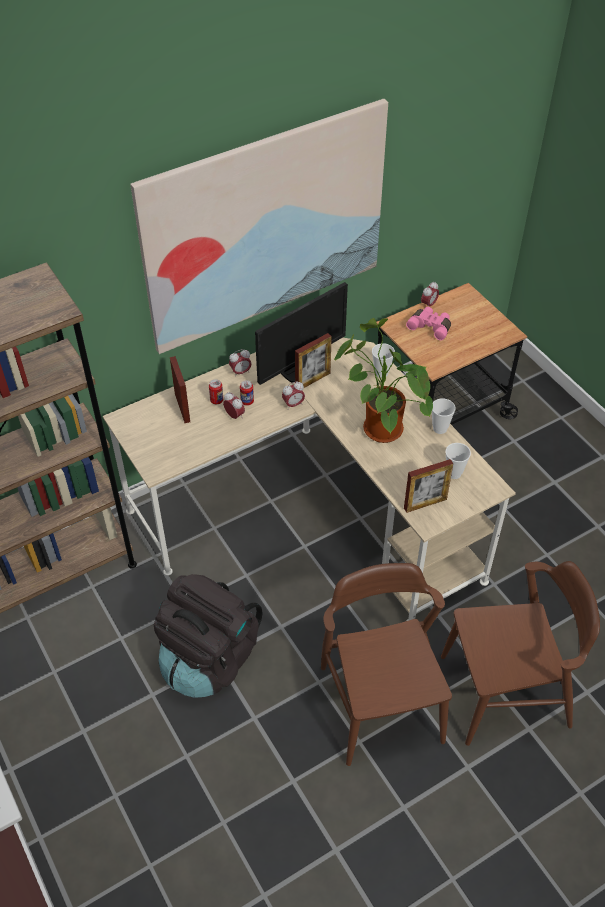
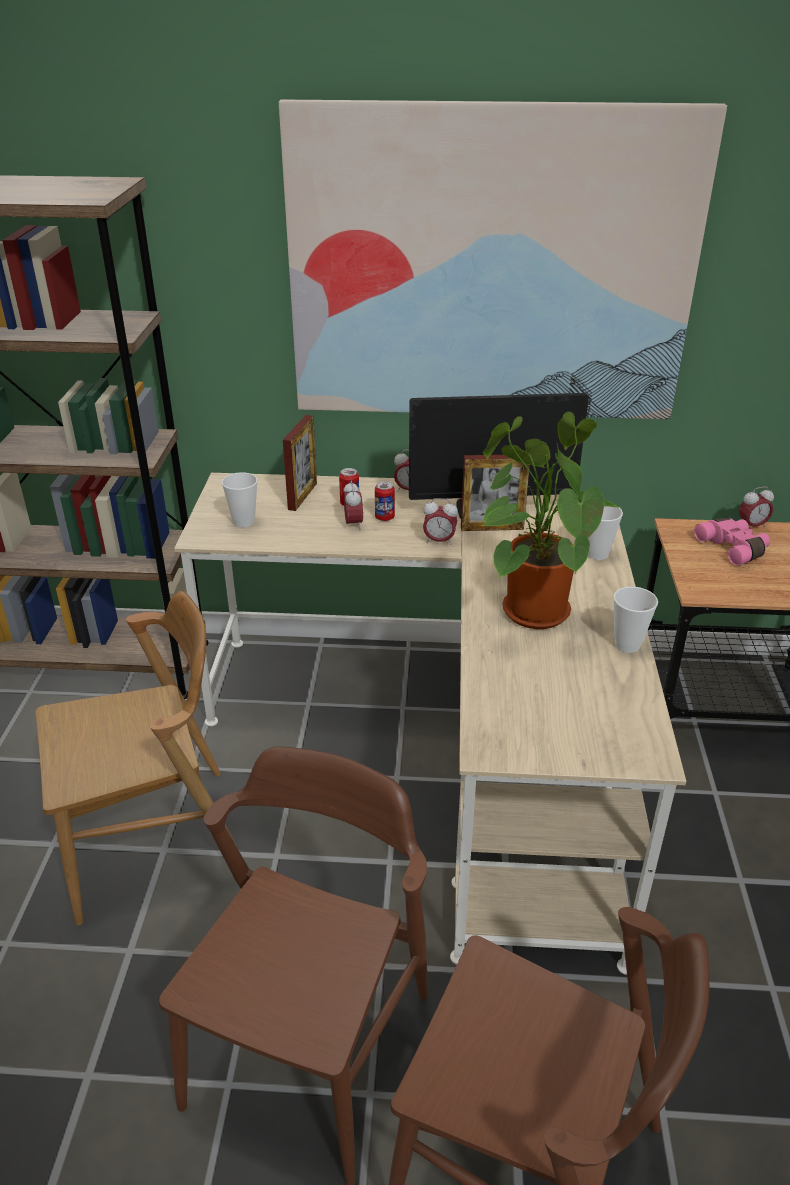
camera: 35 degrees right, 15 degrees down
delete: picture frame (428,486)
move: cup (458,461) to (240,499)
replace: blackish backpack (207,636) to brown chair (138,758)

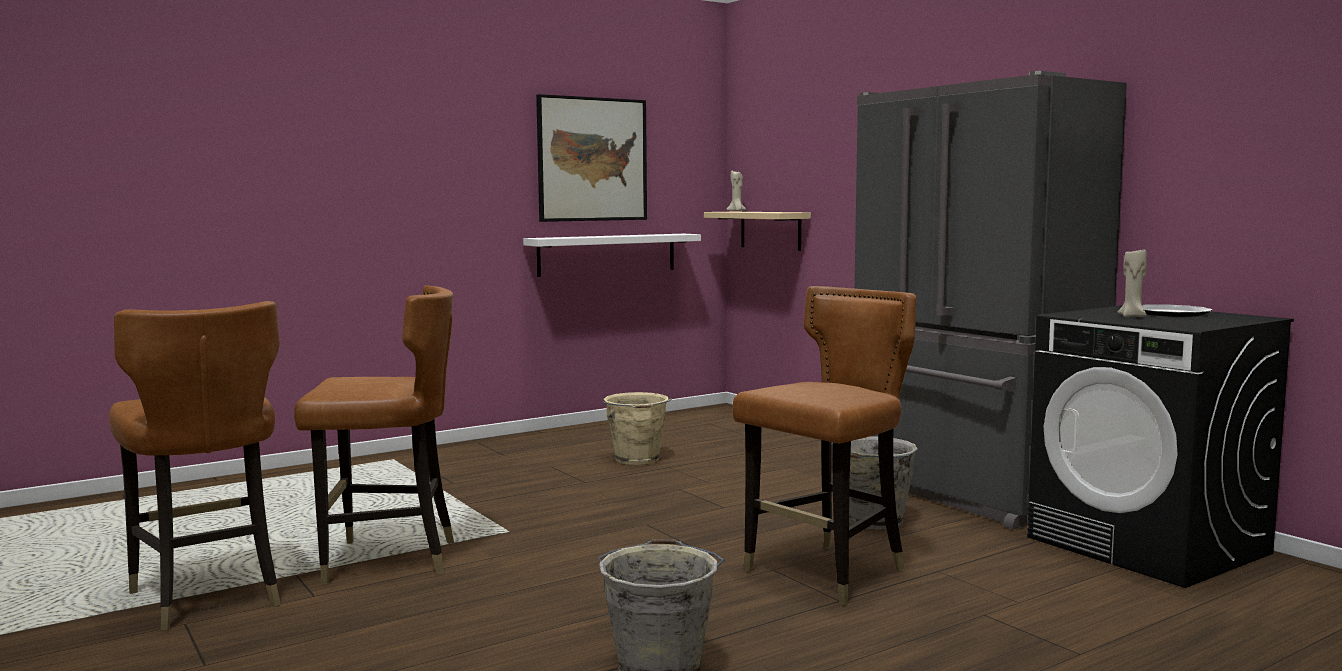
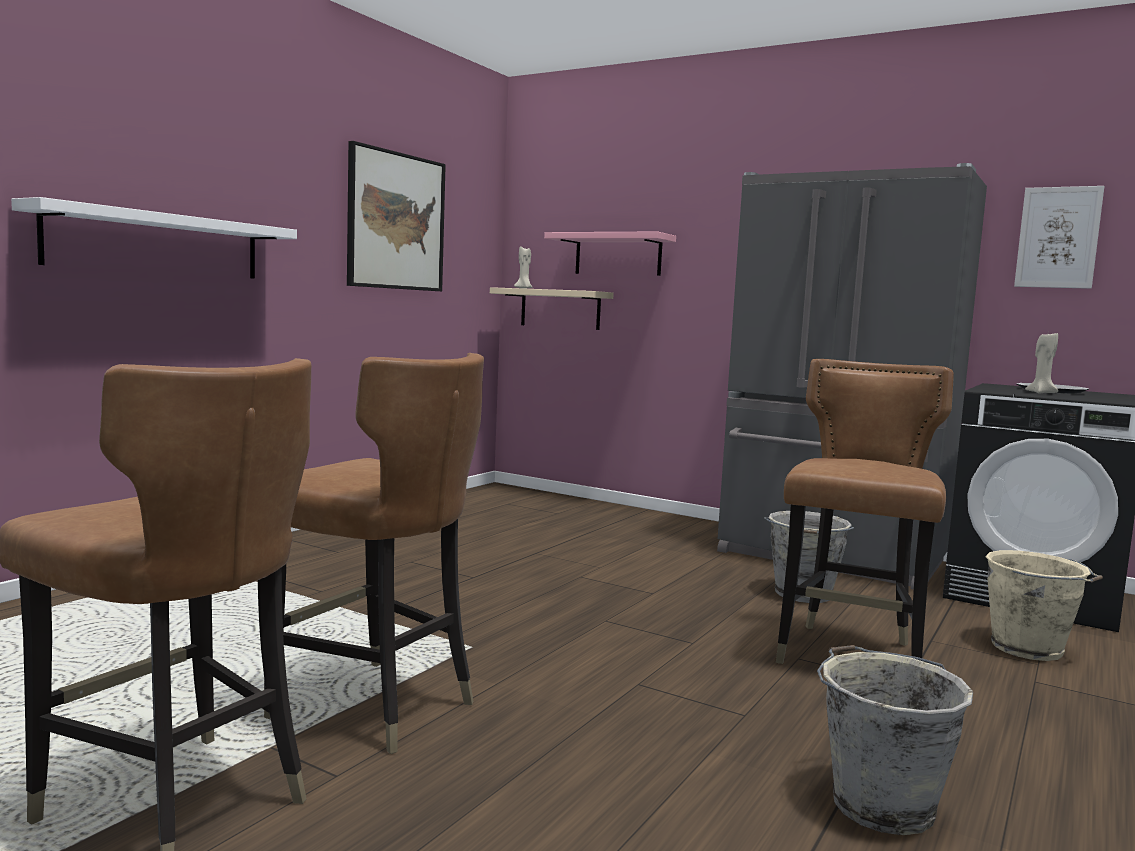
camera: 25 degrees left, 0 degrees up
insert: pink-coloured wall shelf (610,254); wall art (1059,237)
move: white wall shelf (612,255) to (154,238); beige-coloured water bucket (637,428) to (1044,605)
rotate: brown chair (374,435) = (374,553) 60 degrees clockwise

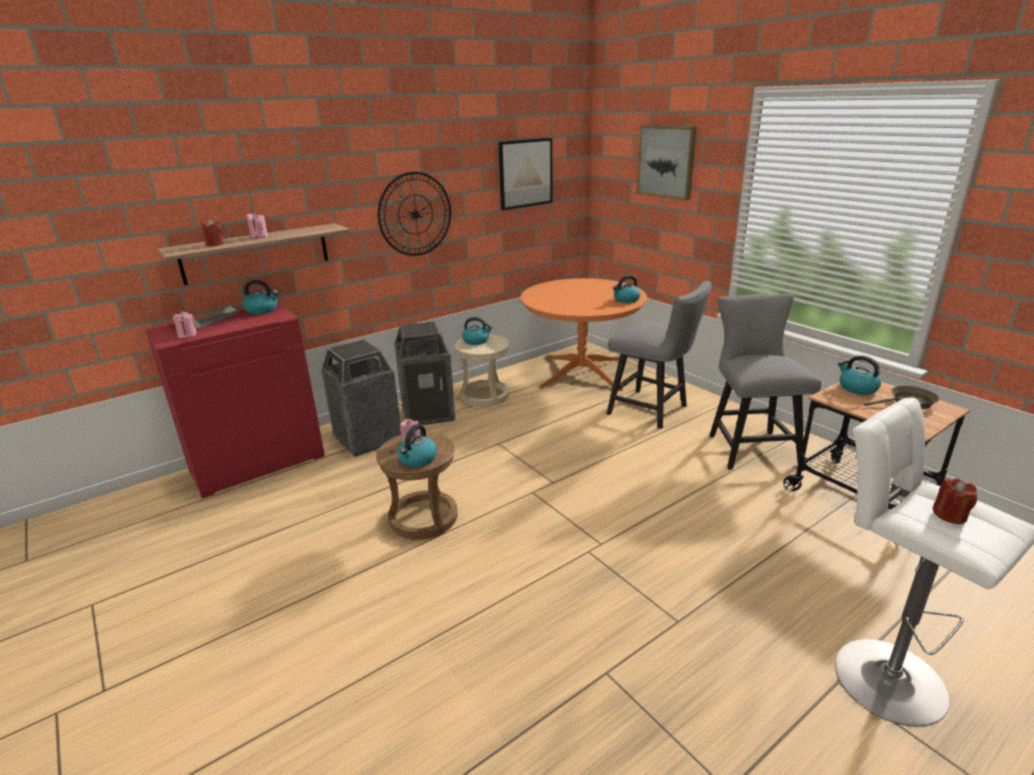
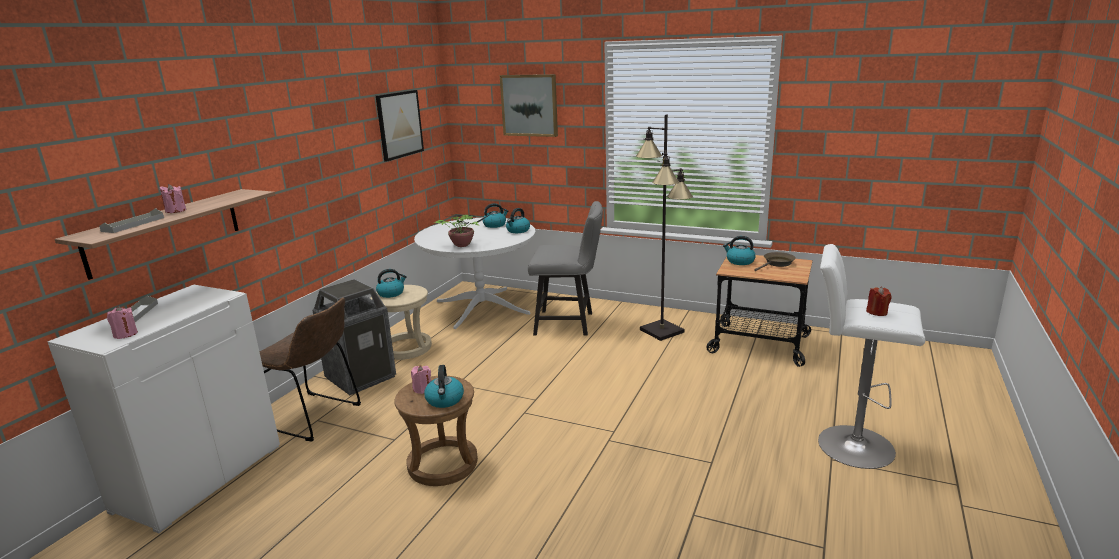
camera: 30 degrees left, 5 degrees down
delete: hanging clock (414,214)
insert: potted plant (464,229)
move: tea kettle (260,297) to (495,215)
replace: reddish wax light (212,232) to greyish carrying tray (131,220); trash can (361,398) to brown chair (310,370); greyish chair (765,382) to blackish standing lamp (664,227)
recolor: reddish cupboard (235,400) to white cupboard (163,409); orange-coloured dinner table (583,334) to white dinner table (475,273)

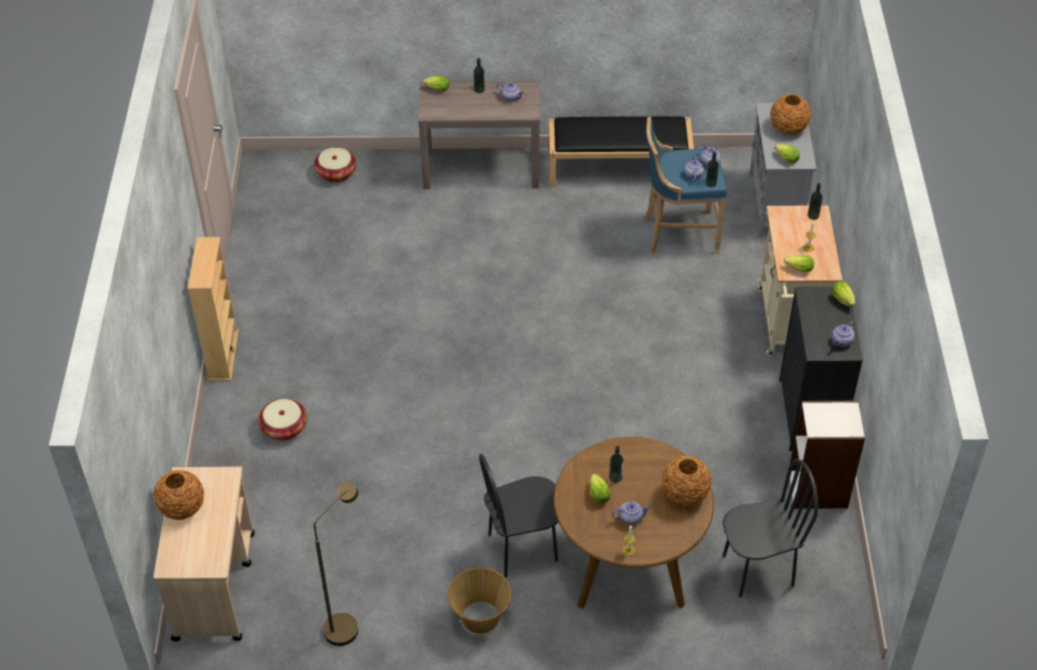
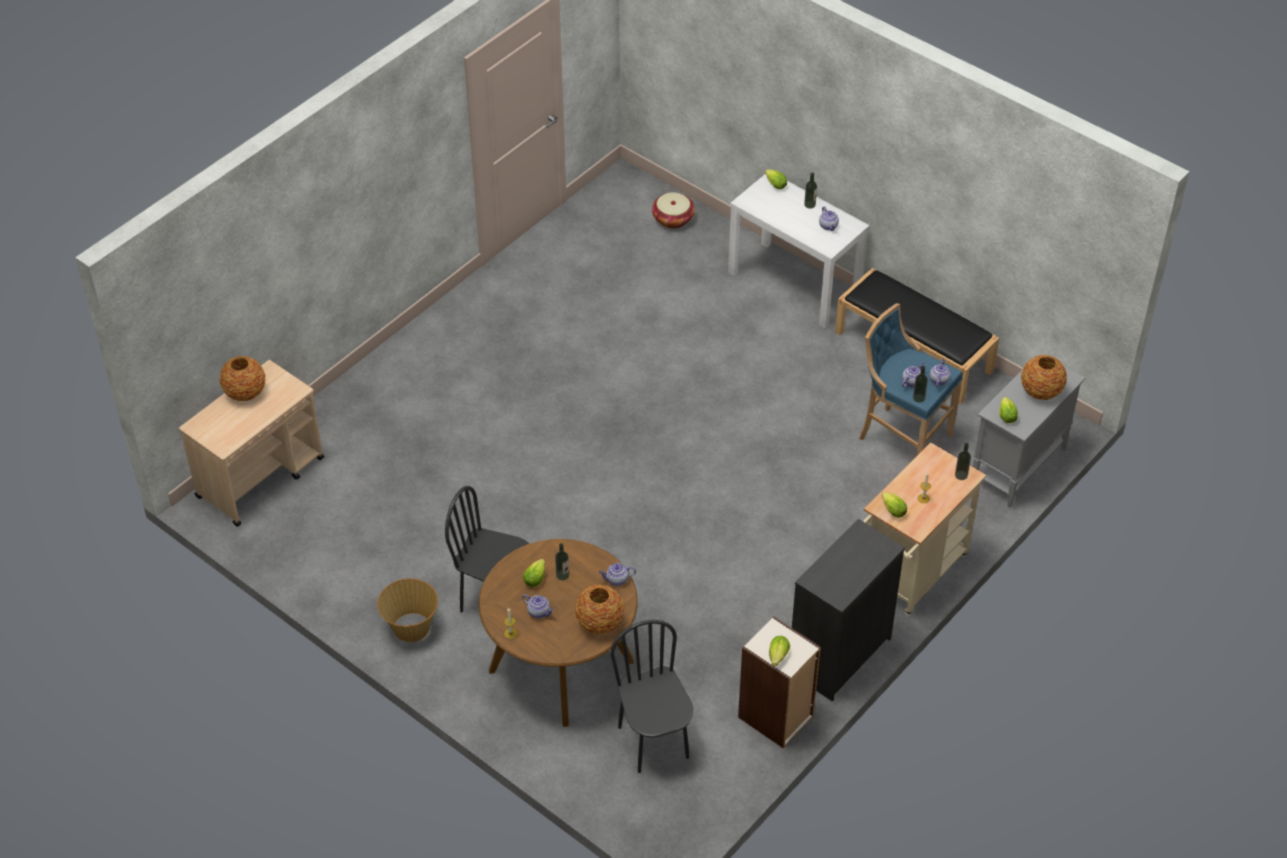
camera: 40 degrees right, 0 degrees up
delete: beige-coloured bookshelf (213,309); basket (282,420); brown standing lamp (336,564)
move: lettuce (843,294) to (779,651); teapot (843,334) to (617,574)
recolor: brown narrow table (479,135) to white narrow table (798,251)
rotate: blackish chair (770,528) = (651,696) 135 degrees counterclockwise

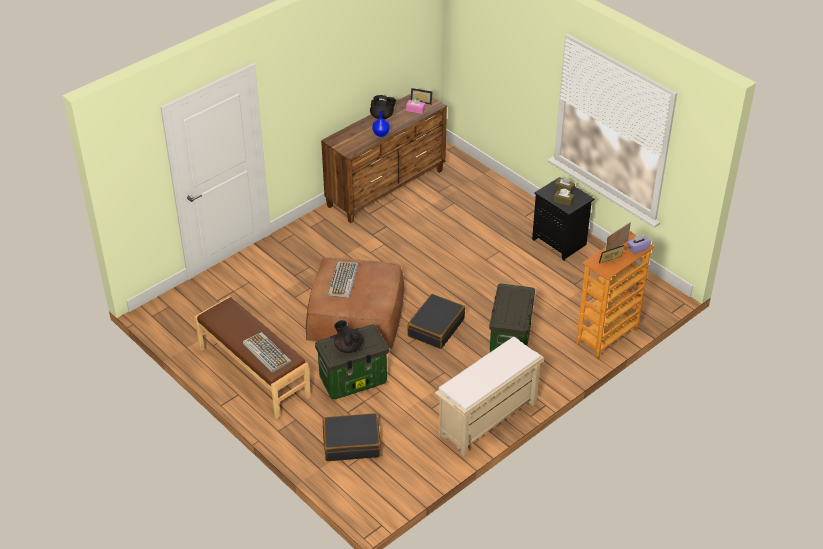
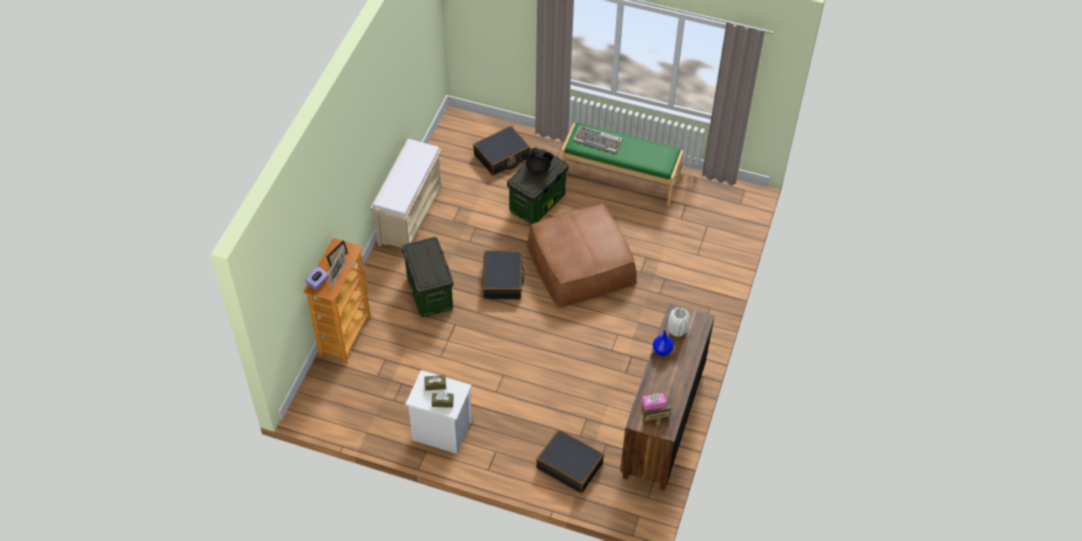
camera: 150 degrees right, 10 degrees up
delete: keyboard (343,279); blackish teapot (383,107)
insert: blackish piece of luggage (570,461); white flower vase (679,322)
recolor: brown bench (252,358) to greenish bench (622,164); blackish bedside table (563,219) to white bedside table (438,412)

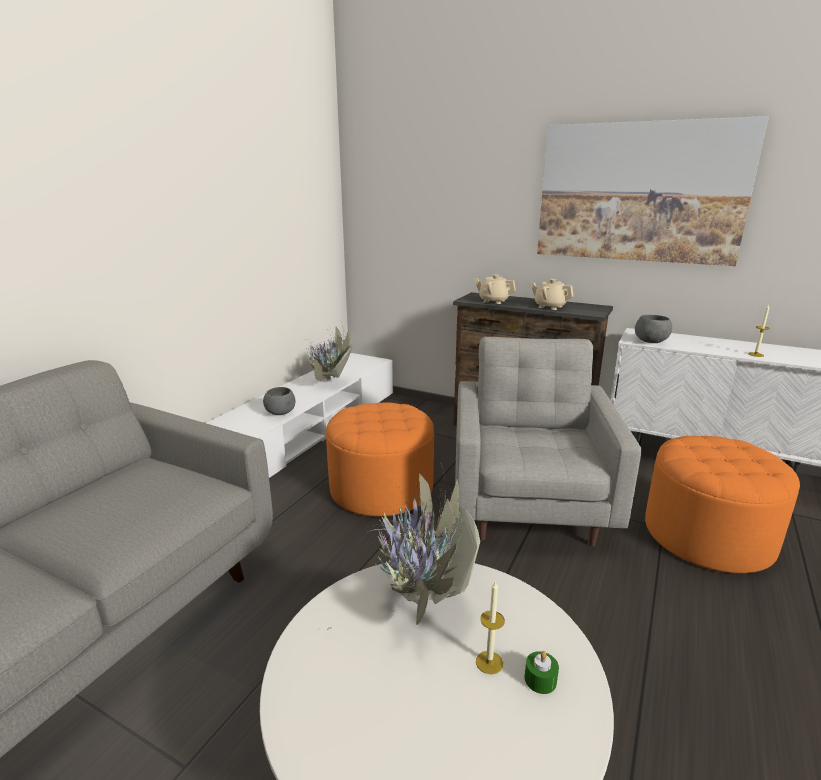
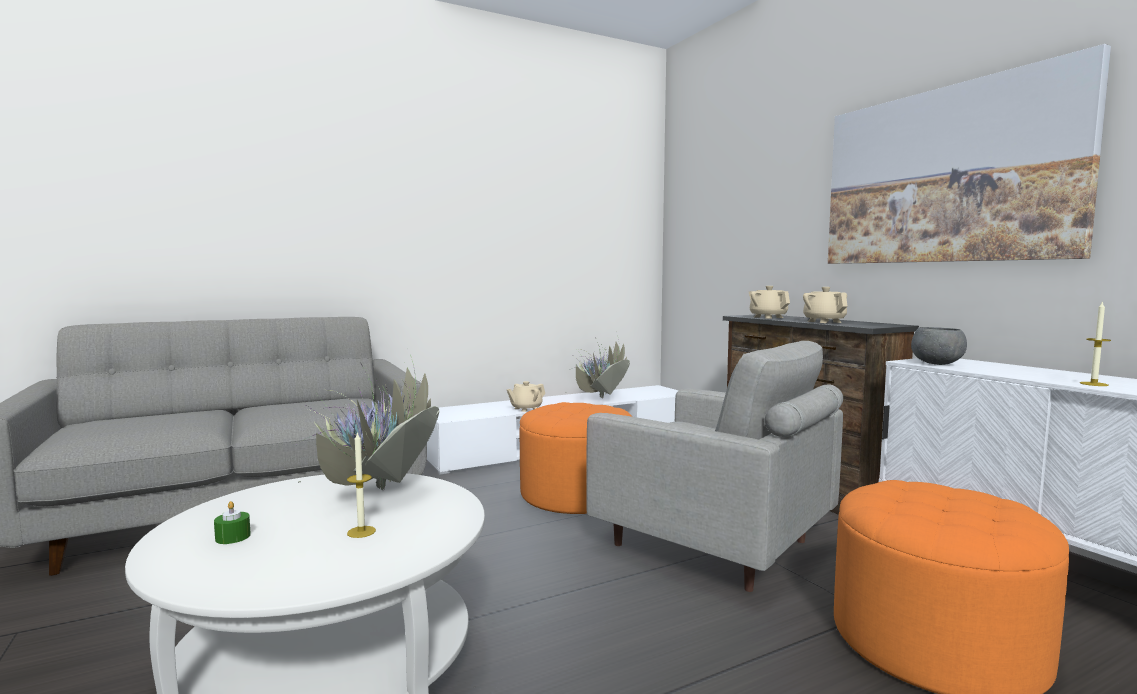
camera: 35 degrees right, 15 degrees down
move: greenish wax light (541,672) to (232,522)
replace: greyish bowl (279,401) to beige-coloured teapot (526,396)
rotate: greyish armchair (548,442) = (714,466) 90 degrees clockwise

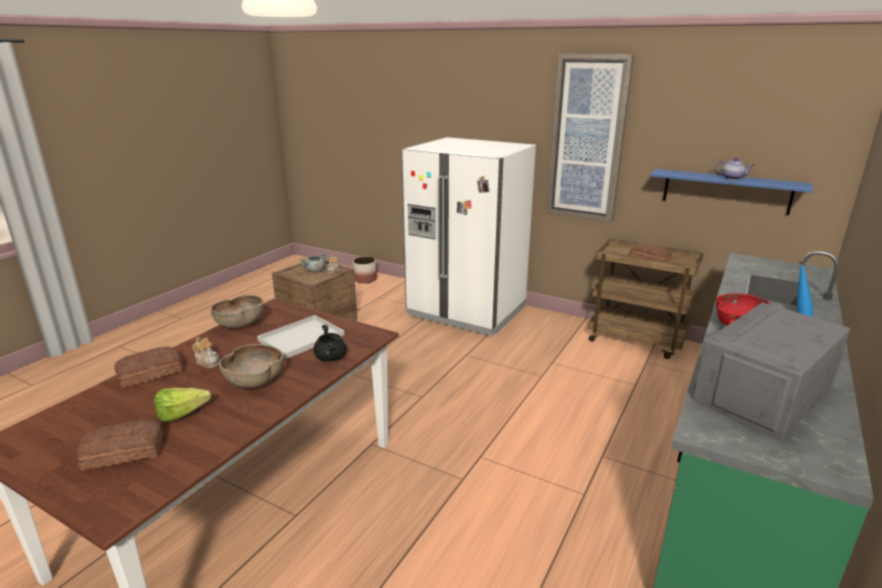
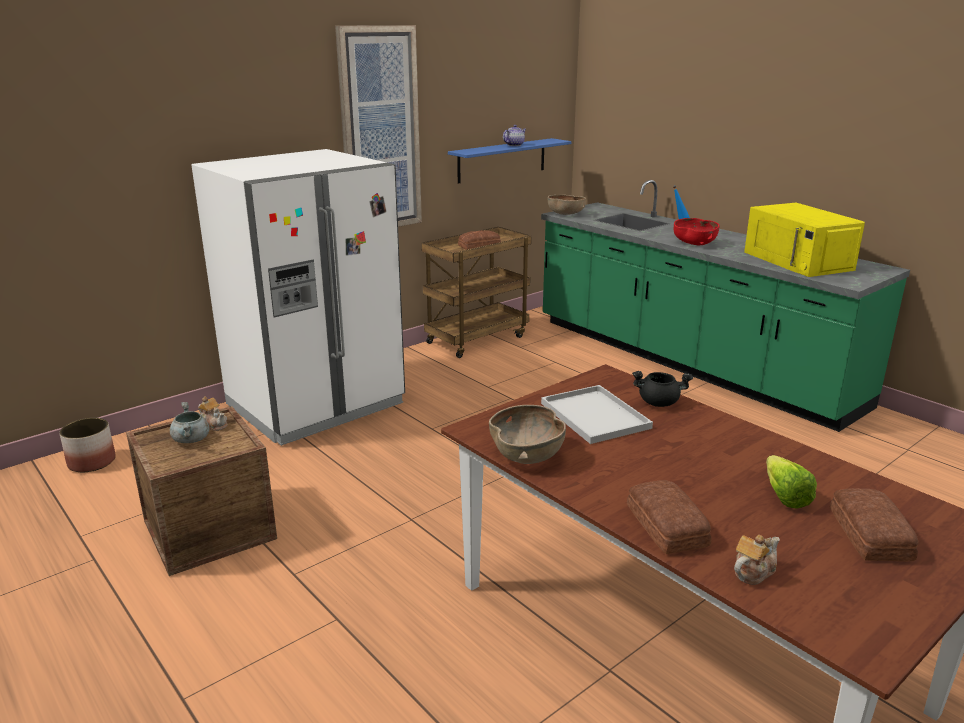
camera: 70 degrees left, 0 degrees up
move: teapot (205,352) to (757,560); brown bowl (251,366) to (567,205)
recolor: greyish microwave (771,371) to yellowish microwave (804,240)

